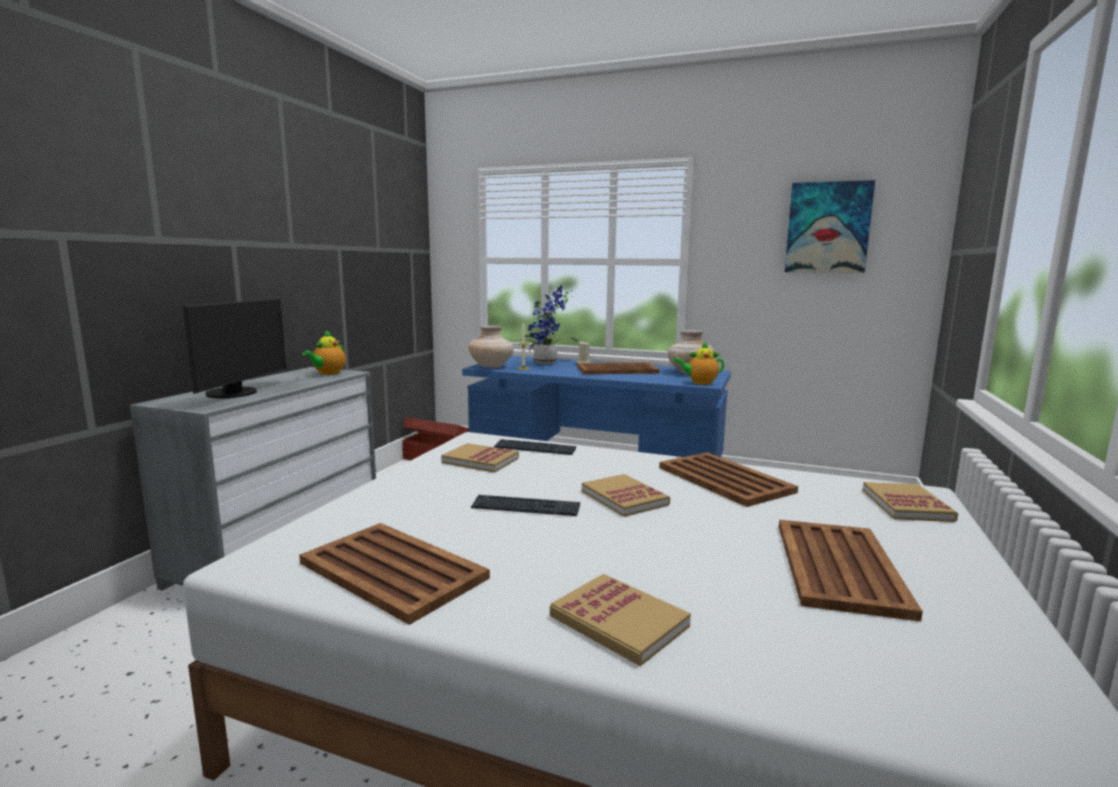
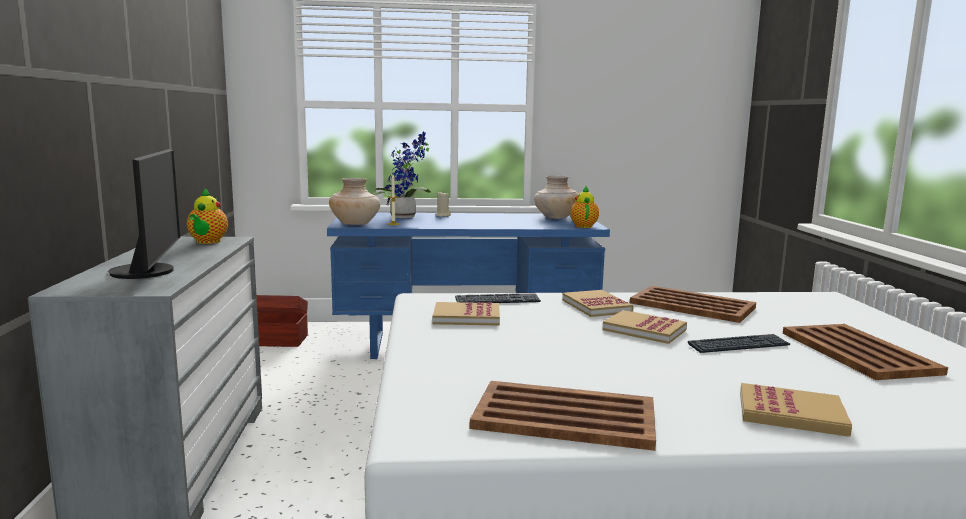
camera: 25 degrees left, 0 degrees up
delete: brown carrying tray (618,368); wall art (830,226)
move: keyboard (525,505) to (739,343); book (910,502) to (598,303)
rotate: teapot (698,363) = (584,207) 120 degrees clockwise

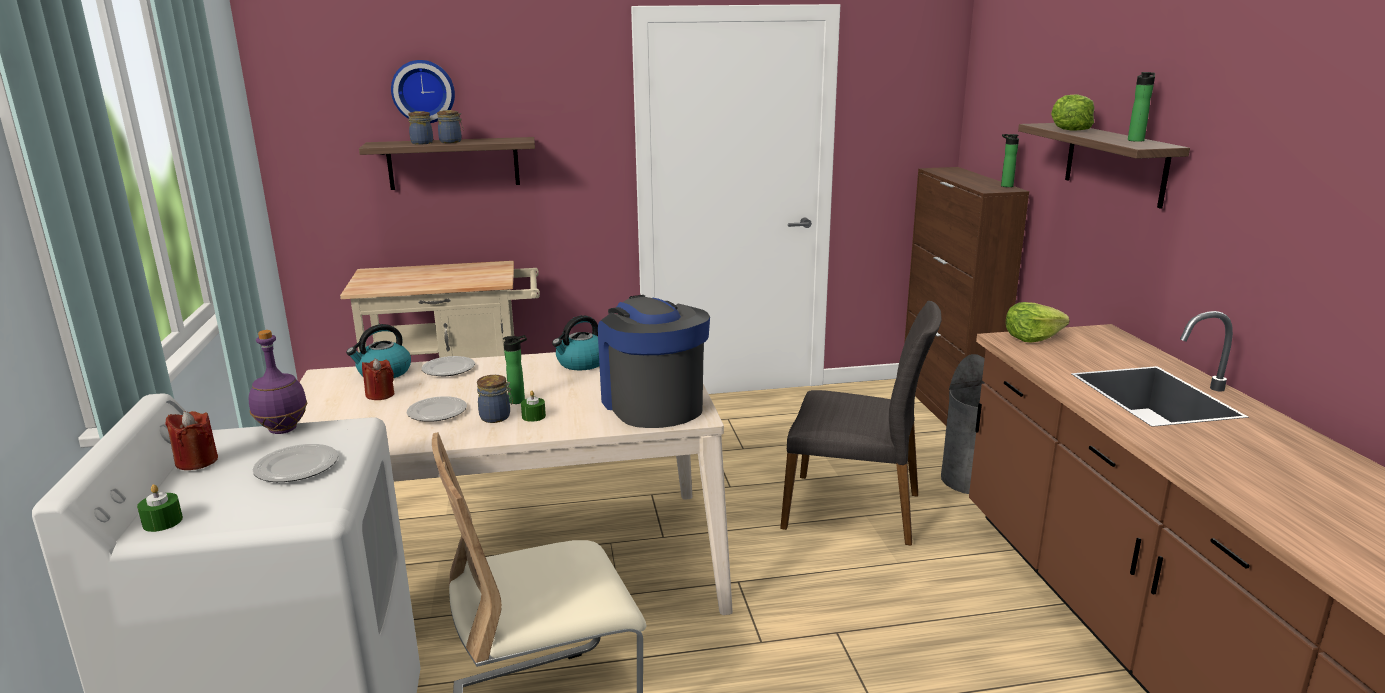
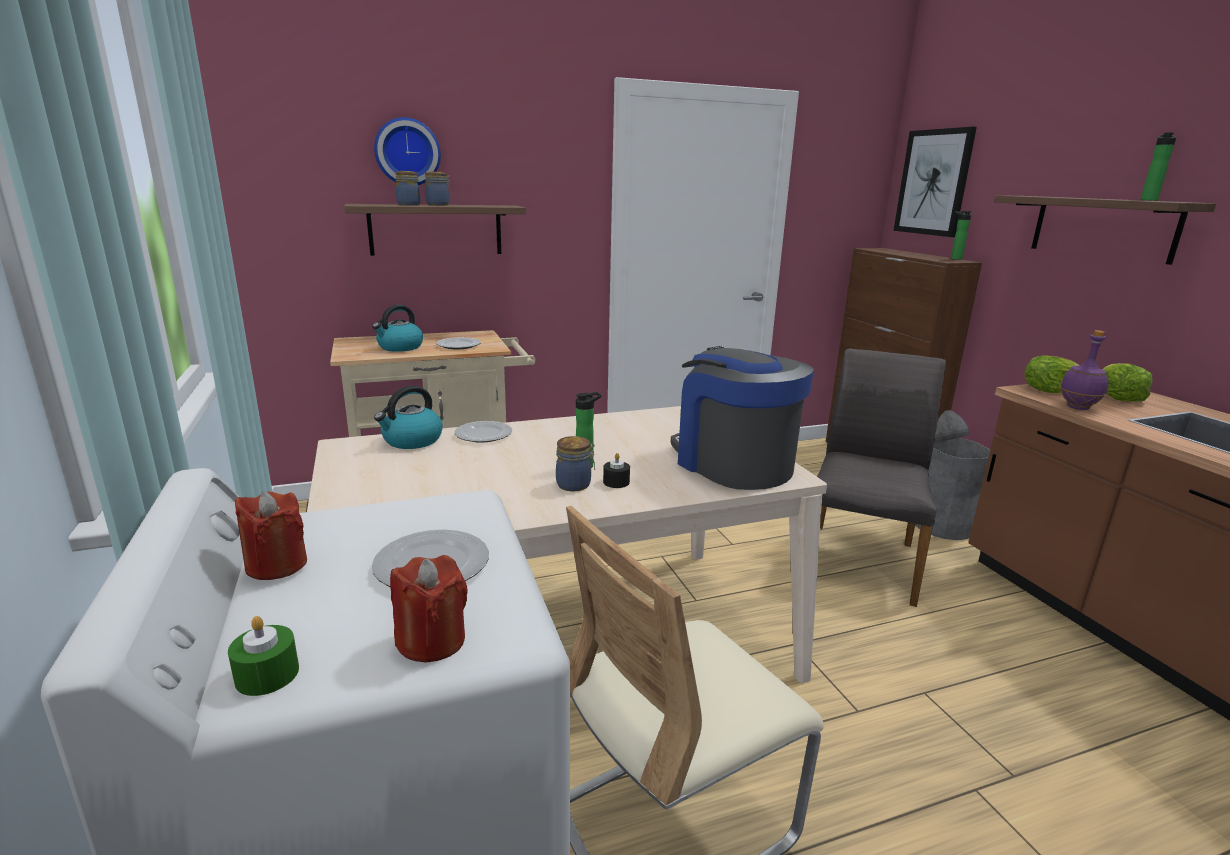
camera: 10 degrees left, 0 degrees up
insert: wall art (935,182)
move: purplish drink bottle (278,382) to (1084,370); reddish wax light (378,379) to (429,608); dinner plate (437,408) to (458,343); tea kettle (576,342) to (397,328); lettuce (1072,112) to (1128,382)
recolor: greenish wax light (533,406) to blackish wax light (616,470)
rotate: greyish chair (861,423) = (881,478) 75 degrees counterclockwise

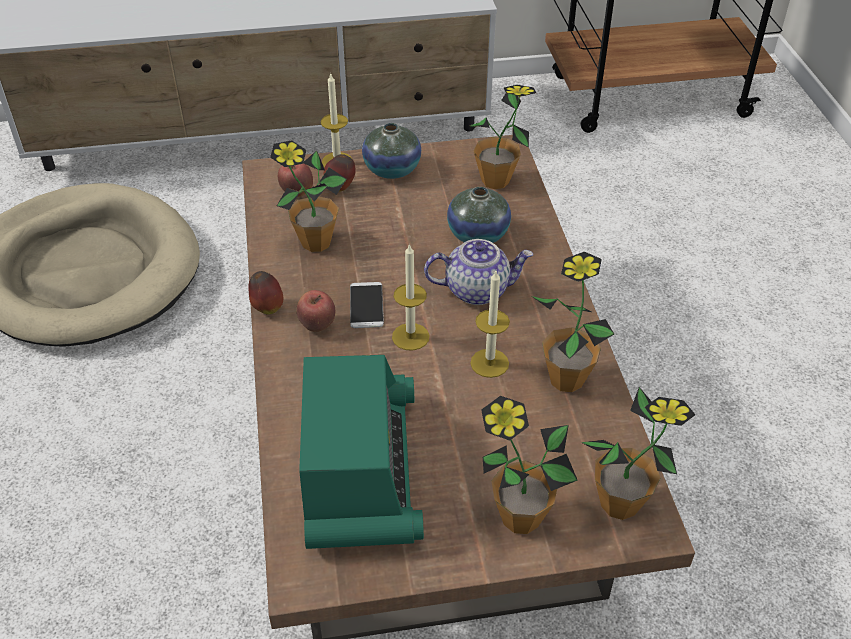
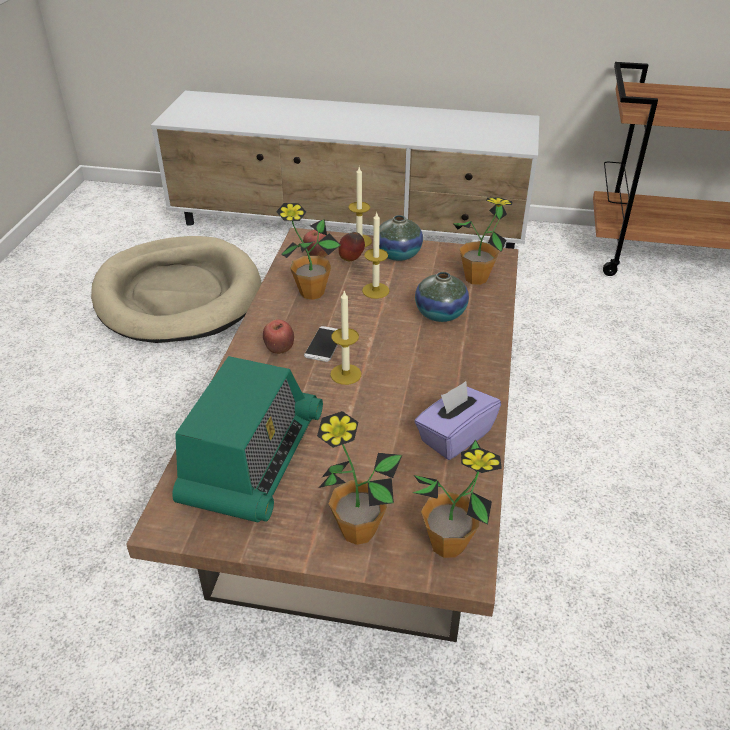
camera: 20 degrees right, 5 degrees down
delete: apple (265,293); teapot (478,272)
move: wax light (490,324) to (376,255)
replace: potted plant (573,322) to purplish box of tissues (457,420)

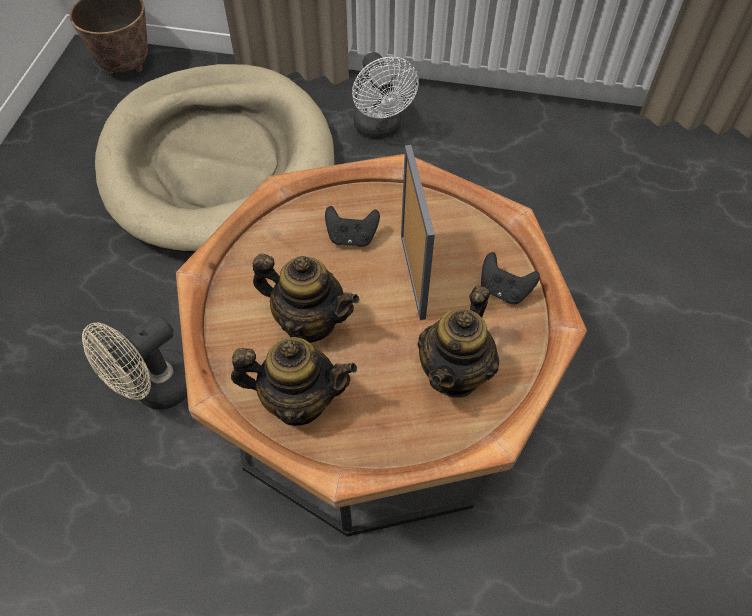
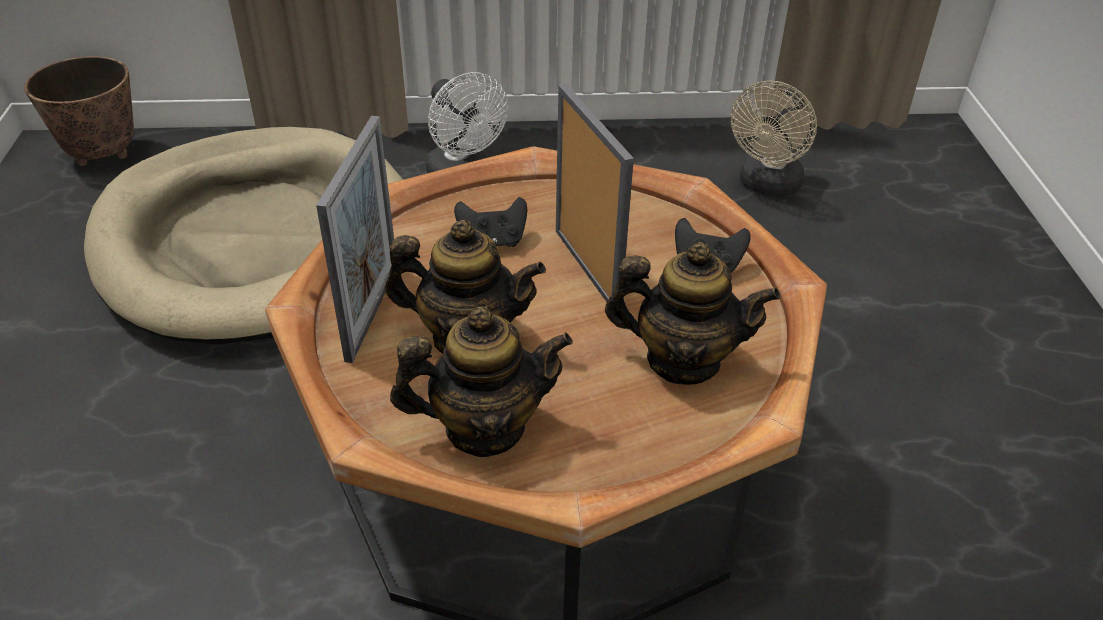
camera: 15 degrees left, 15 degrees down
insert: picture frame (355,239)
move: beige-coloured fan (134,363) to (774,139)
rotate: teapot (458,341) = (693,313) 90 degrees counterclockwise

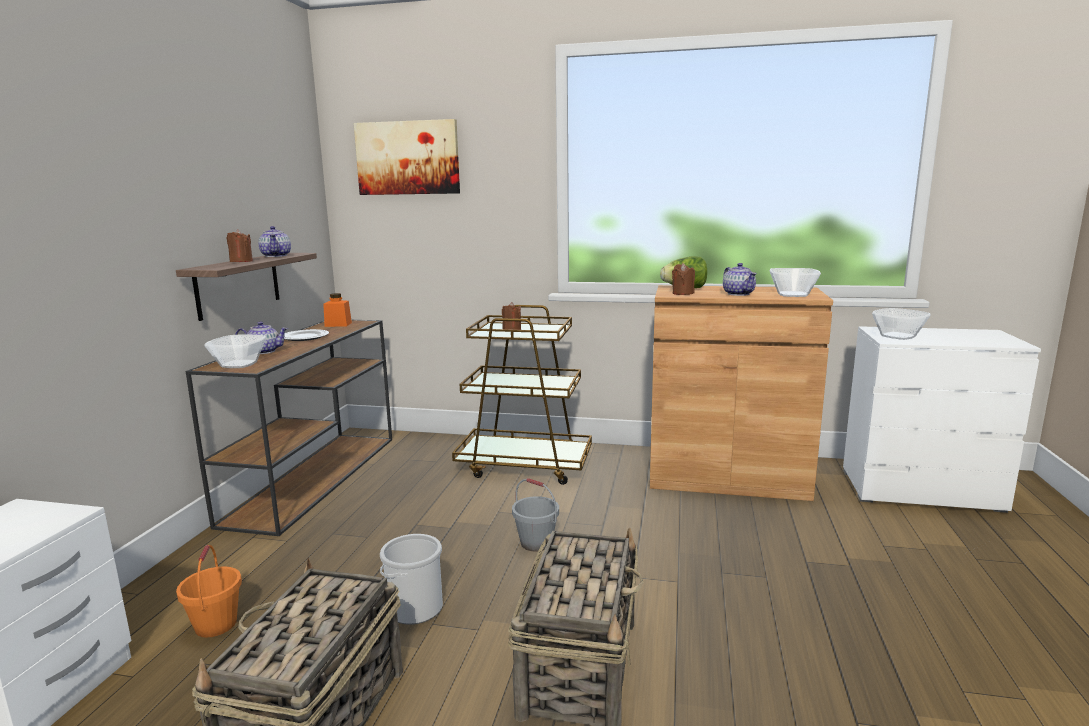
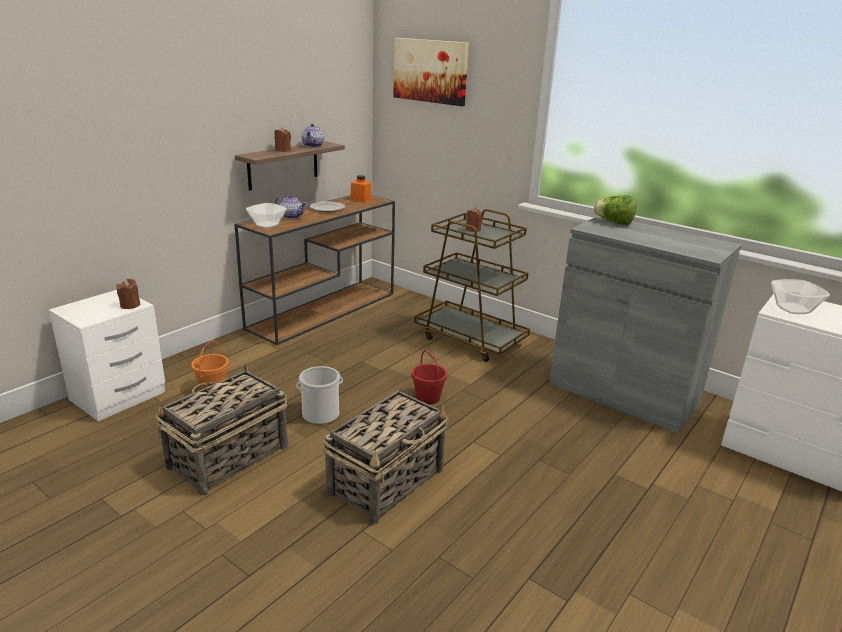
camera: 25 degrees right, 10 degrees up
delete: teapot (740,279); bowl (795,282)
move: brown wax light (683,279) to (128,294)
recolor: greyish water bucket (535,514) to reddish water bucket (429,377); brown cupboard (741,393) to greyish cupboard (645,324)

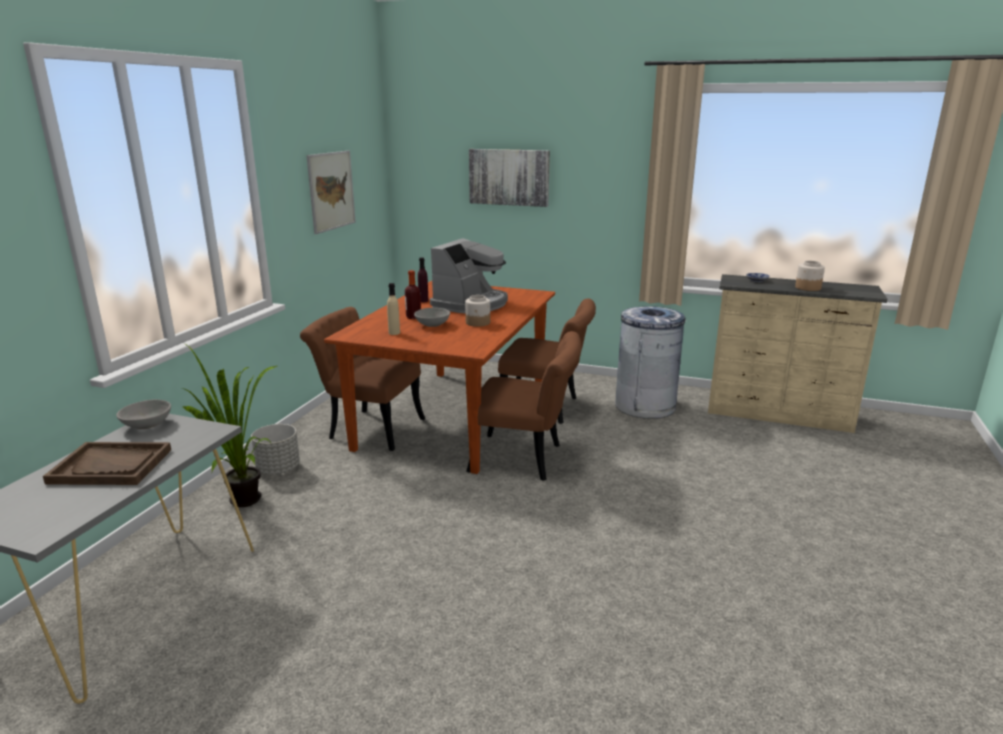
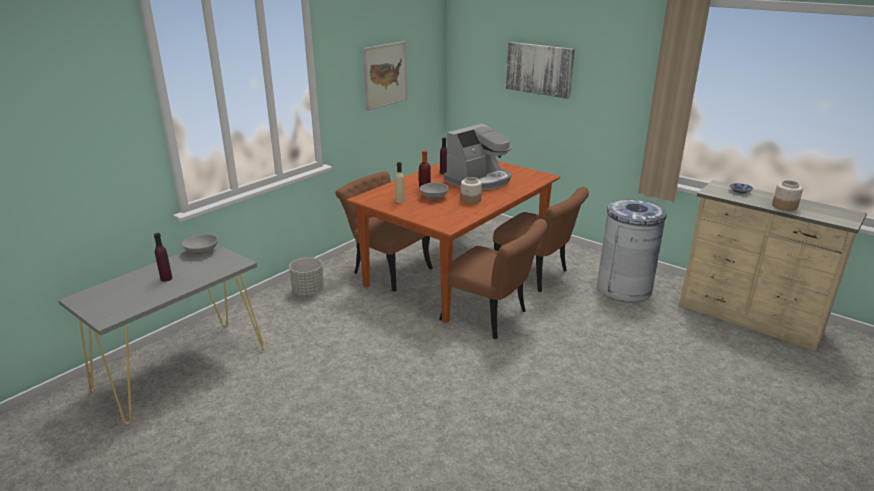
camera: 20 degrees right, 5 degrees up
delete: potted plant (229,425)
replace: brown carrying tray (107,463) to purplish drink bottle (163,257)

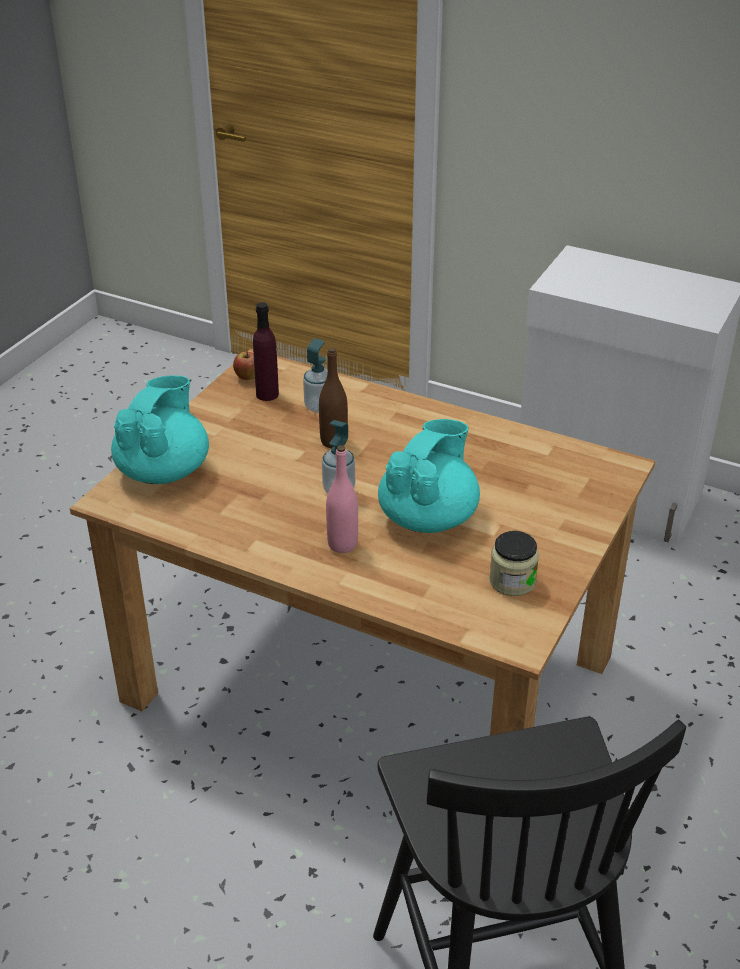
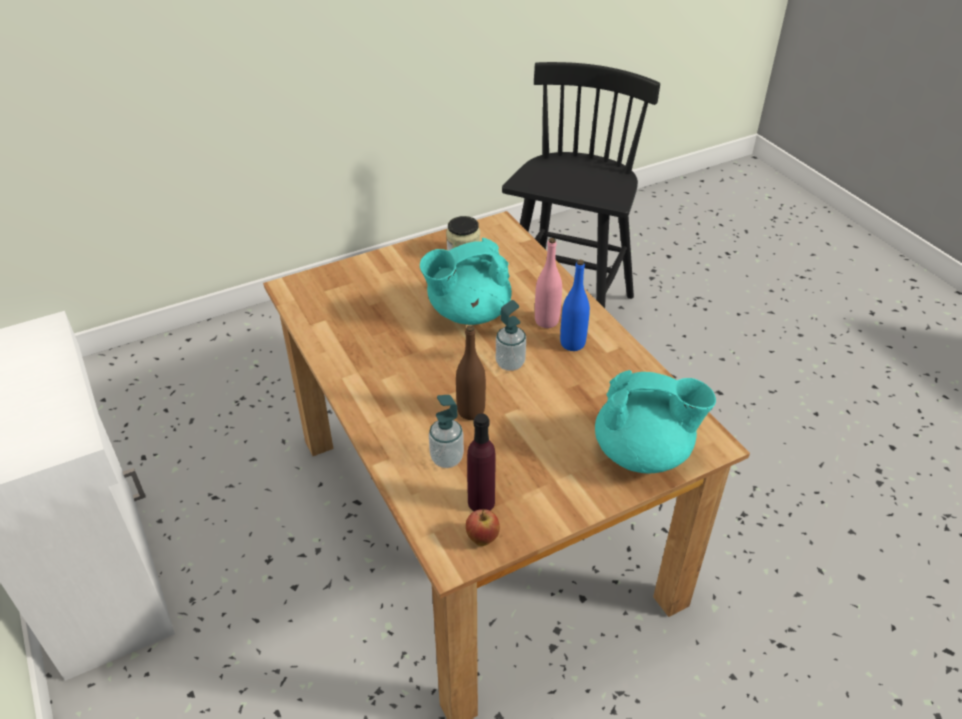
camera: 145 degrees left, 5 degrees up
insert: blue-coloured drink bottle (575,305)
rotate: blue-green teapot (160,429) = (655,422) 135 degrees counterclockwise

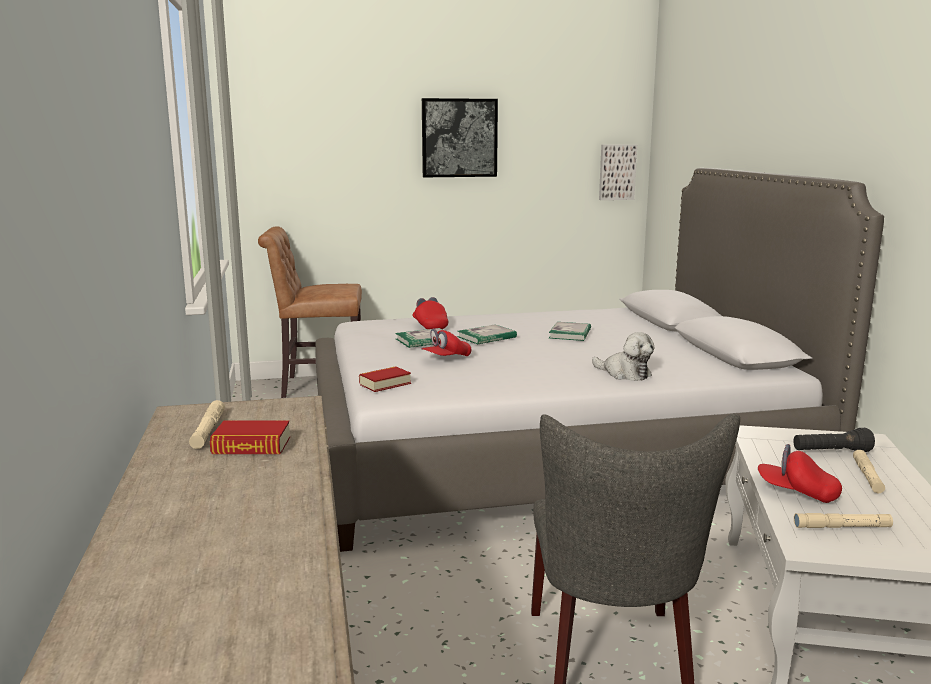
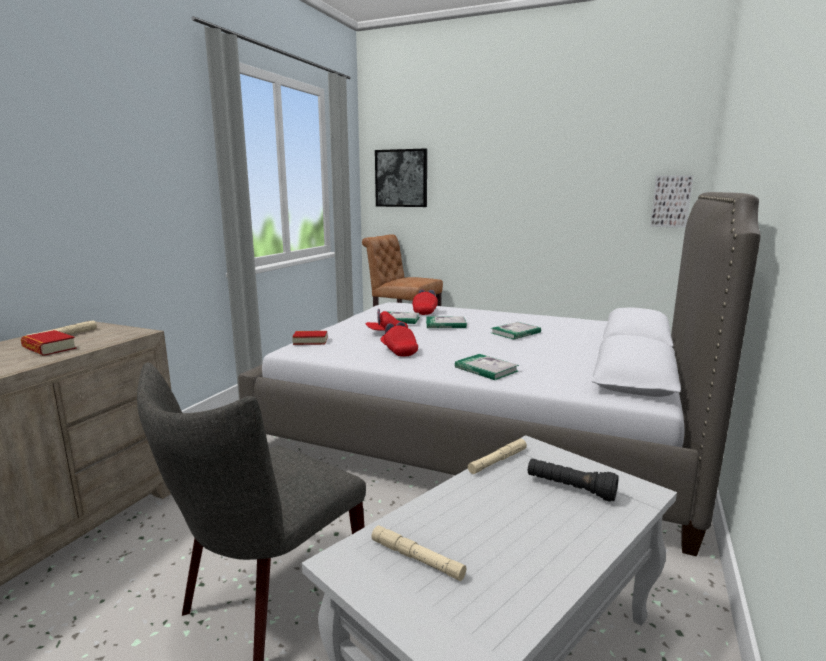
camera: 35 degrees right, 0 degrees up
move: wall art (460,137) to (401,177); reddish baseball cap (800,473) to (399,339); beige-coloured torch (869,471) to (497,456)
replace: cuddly toy (623,356) to book (487,367)

